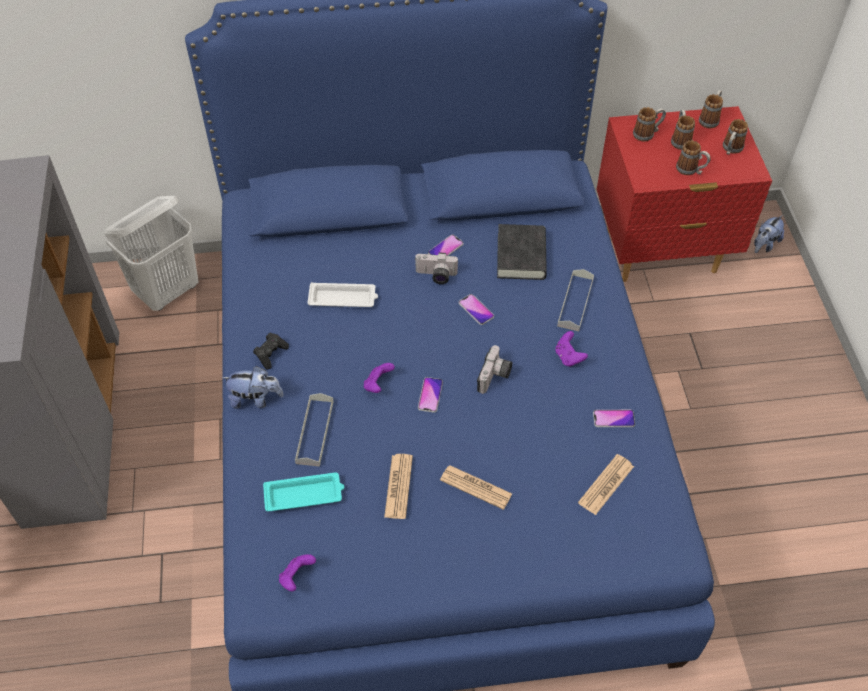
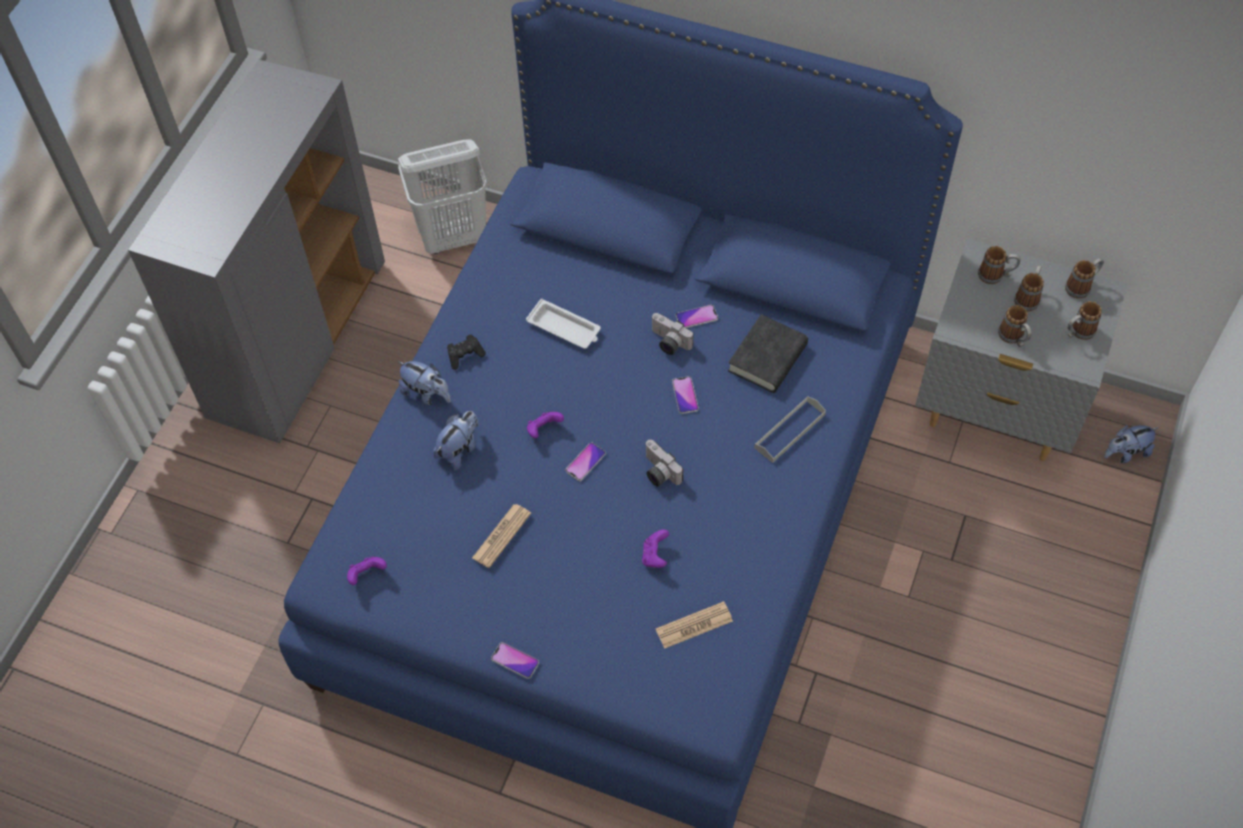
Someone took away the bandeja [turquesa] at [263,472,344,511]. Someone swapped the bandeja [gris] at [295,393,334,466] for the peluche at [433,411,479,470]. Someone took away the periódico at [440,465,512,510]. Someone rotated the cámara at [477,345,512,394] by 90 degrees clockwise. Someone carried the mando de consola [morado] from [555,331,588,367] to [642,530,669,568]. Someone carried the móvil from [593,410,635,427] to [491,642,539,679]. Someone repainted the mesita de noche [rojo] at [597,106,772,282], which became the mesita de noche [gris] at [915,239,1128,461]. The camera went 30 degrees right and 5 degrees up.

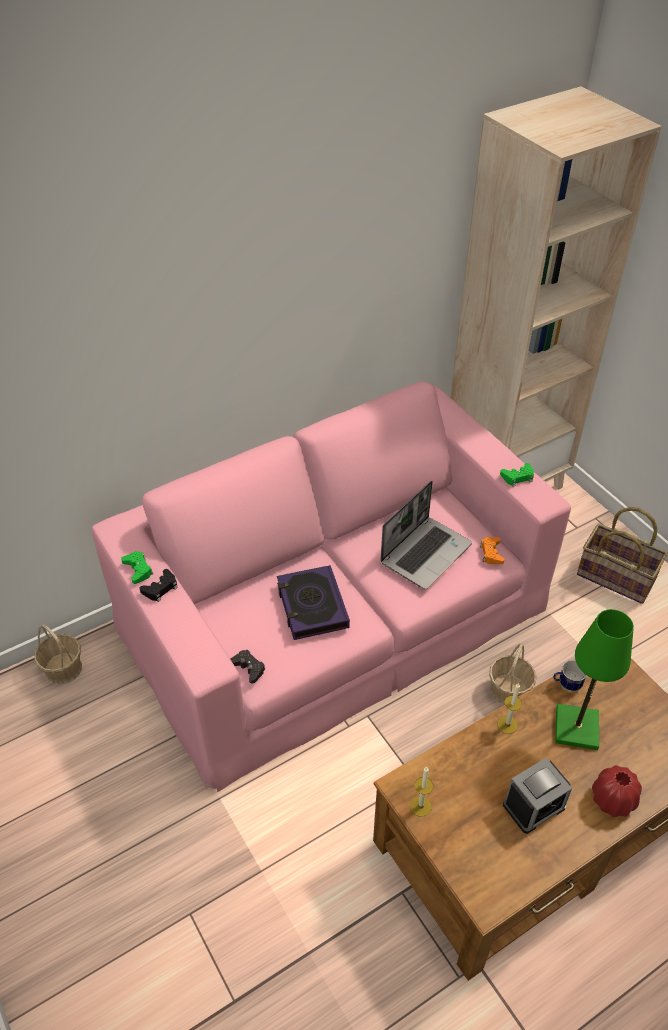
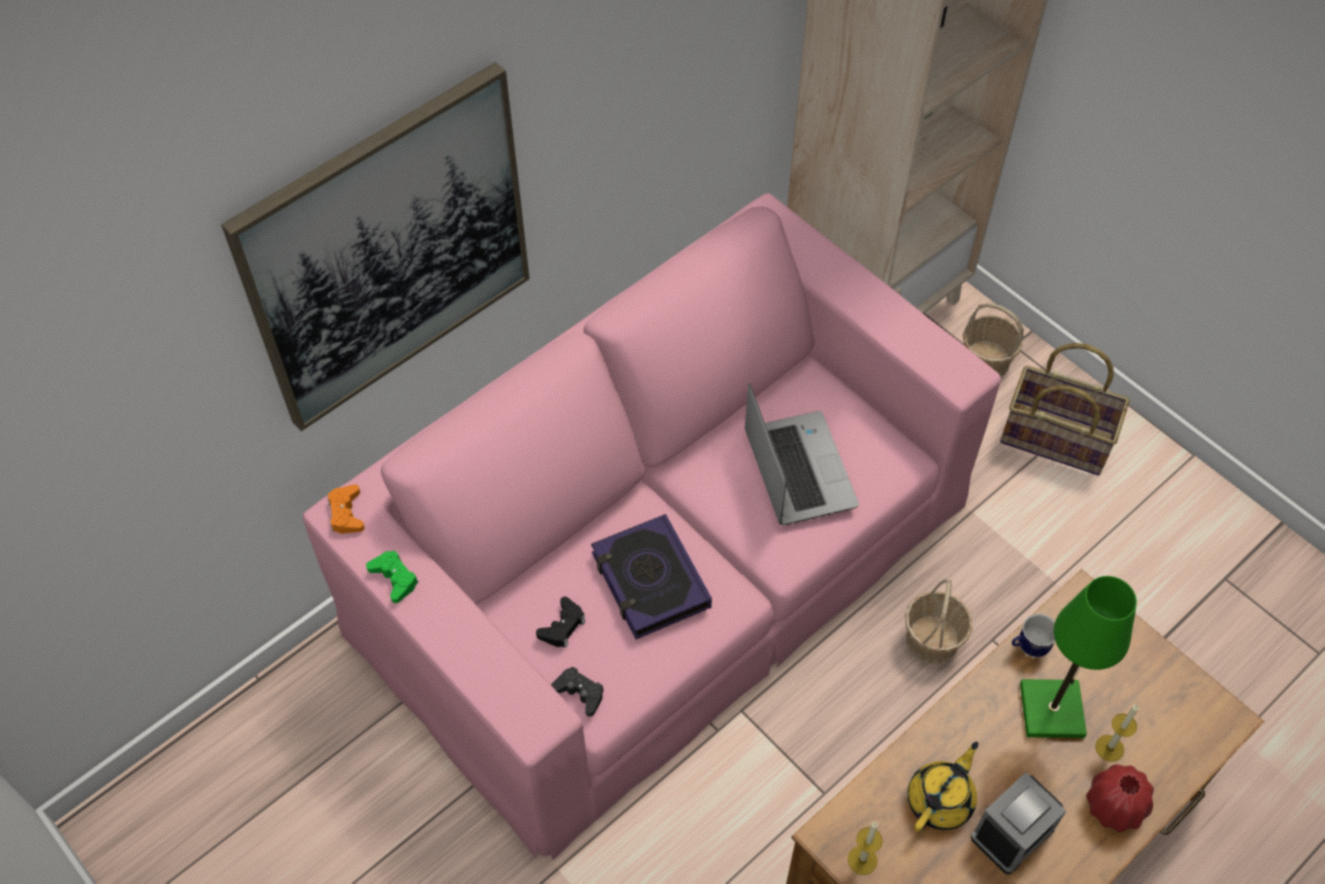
Someone carried the cesta from [34,625,82,685] to [963,303,1024,377]. Someone carried the mando de consola [negro] from [140,569,178,602] to [536,597,586,648]. Someone rotated the portátil at [380,481,472,590] by 45 degrees counterclockwise. Someone carried the mando de consola [naranja] from [480,537,505,564] to [327,484,365,534]. Someone carried the vela from [497,683,522,734] to [1095,705,1139,762]. Someone took away the mando de consola [verde] at [500,463,534,487]. Someone put up the cuadro at [221,62,530,431]. Someone put down the tetera [amarillo] at [907,742,978,832]. The camera went 10 degrees left and 10 degrees up.

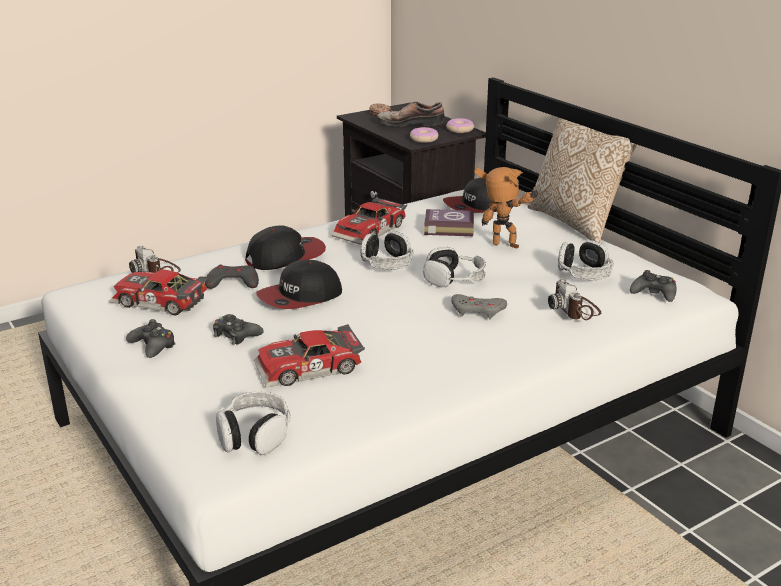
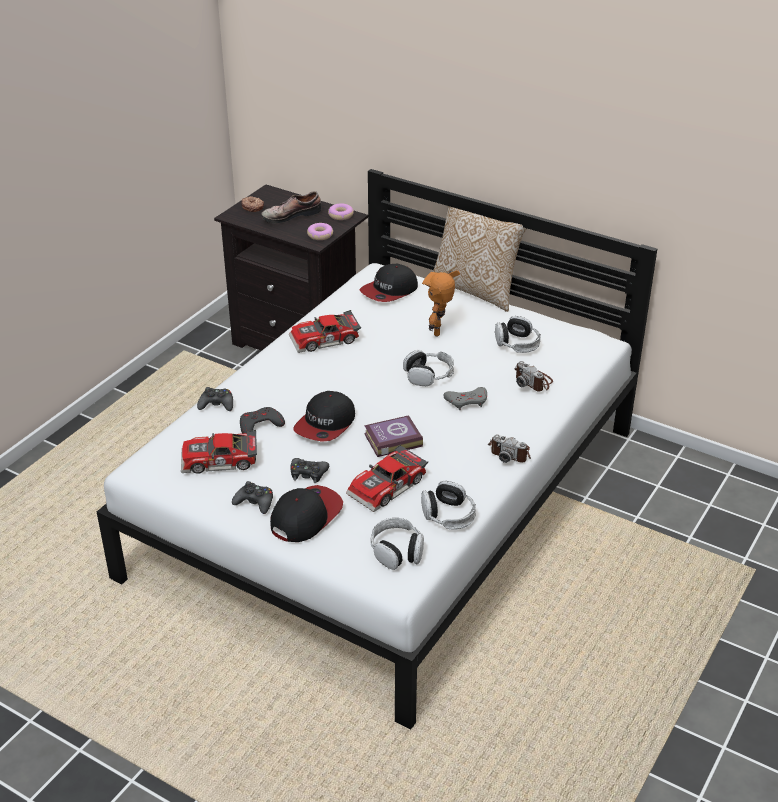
Someone carried the cámara from [129,246,181,273] to [488,435,531,463]. Someone carried the gorra from [245,225,326,270] to [270,485,343,542]. Someone rotated the coche de juguete at [332,197,407,245] by 60 degrees clockwise. Someone carried the auriculares from [361,231,413,270] to [421,481,476,530]. Someone carried the libro from [424,209,474,236] to [364,415,423,457]. Someone rotated the robot de juguete at [474,167,540,249] by 75 degrees counterclockwise. Someone carried the mando de consola [negro] from [630,270,676,302] to [197,387,233,411]. The camera went 25 degrees left and 10 degrees up.

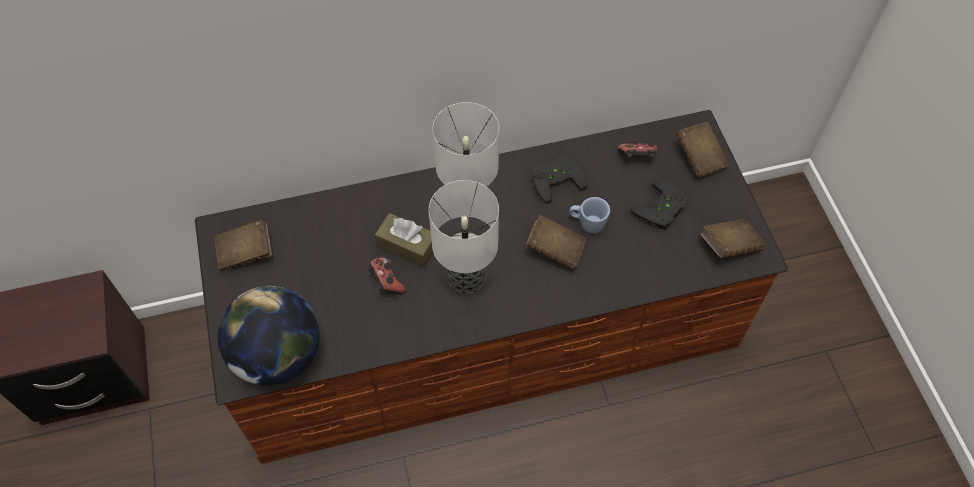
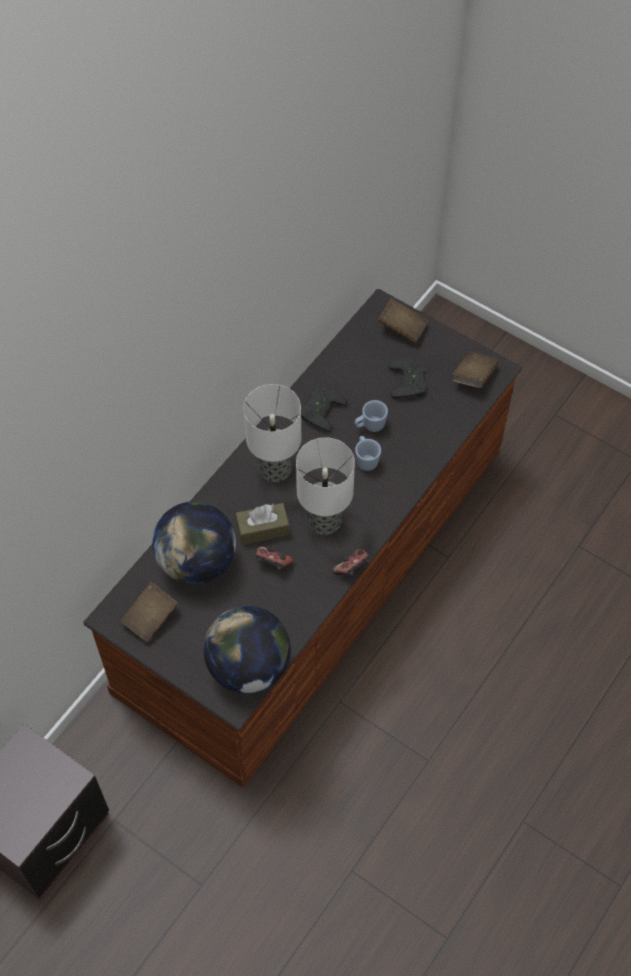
Someone swapped the libro [marrón] at [526,215,586,270] for the taza grande [azul] at [355,436,381,471]. Someone carried the mando de consola from [617,140,658,158] to [332,549,370,576]. Someone put down the globo terráqueo at [152,501,236,585]. The camera went 40 degrees left and 0 degrees up.

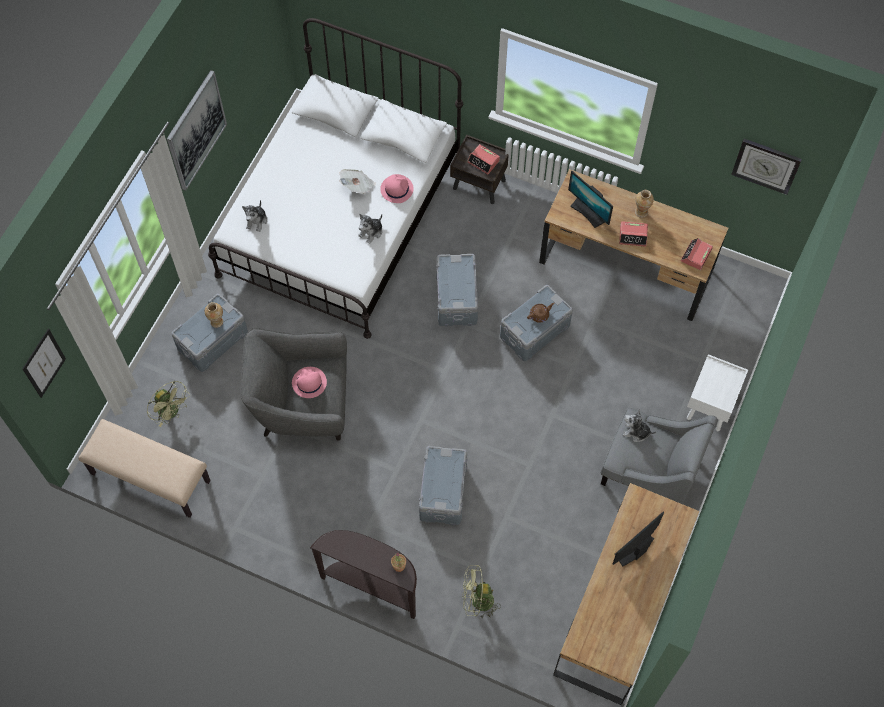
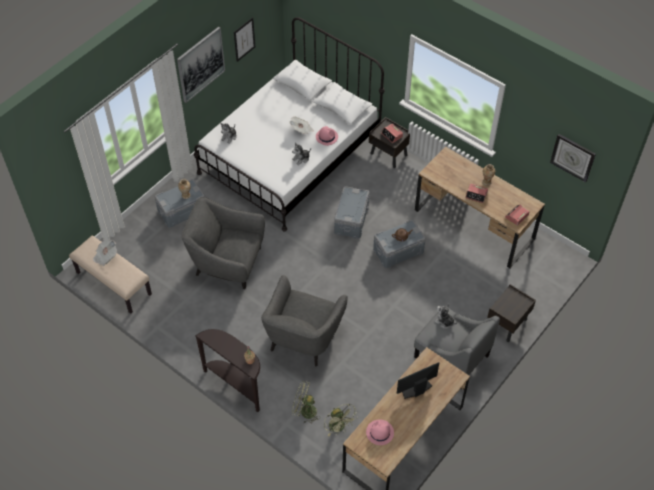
Someone carried the cuadro from [22,329,66,398] to [234,17,255,62]. Someone carried the ventilador [verde] from [147,381,191,427] to [324,404,358,436]. Someone carried the sombrero [rosa] from [292,367,327,398] to [366,420,394,445]. Someone swapped the caja de almacenaje [gris] at [419,446,468,525] for the sillón [gris] at [261,275,347,366]. Someone took away the monitor at [568,171,613,228]. Someone repainted the mesita de noche [blanco] at [687,354,748,431], which became the mesita de noche [marrón] at [488,284,536,342]. Someone put down the periódico at [93,239,117,266]. The camera went 15 degrees right and 10 degrees down.

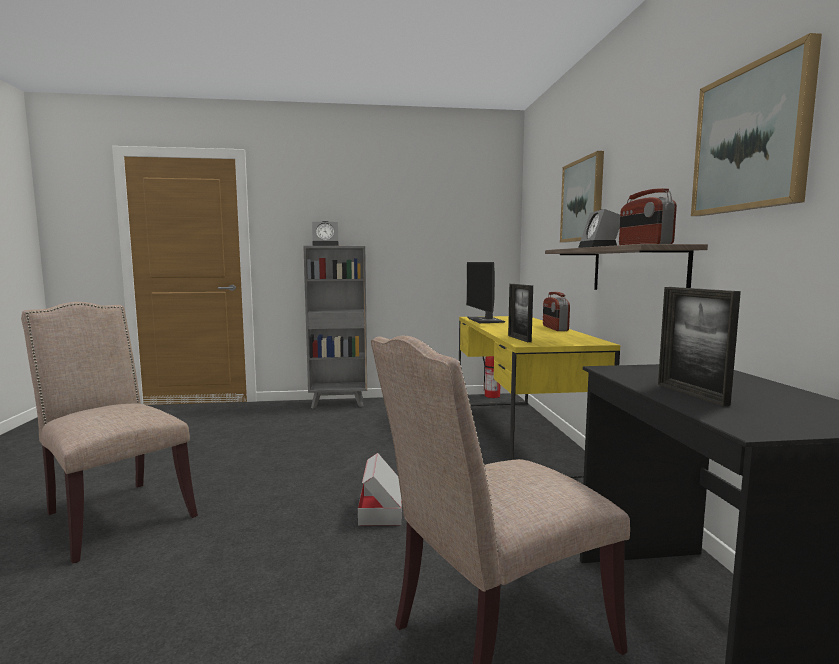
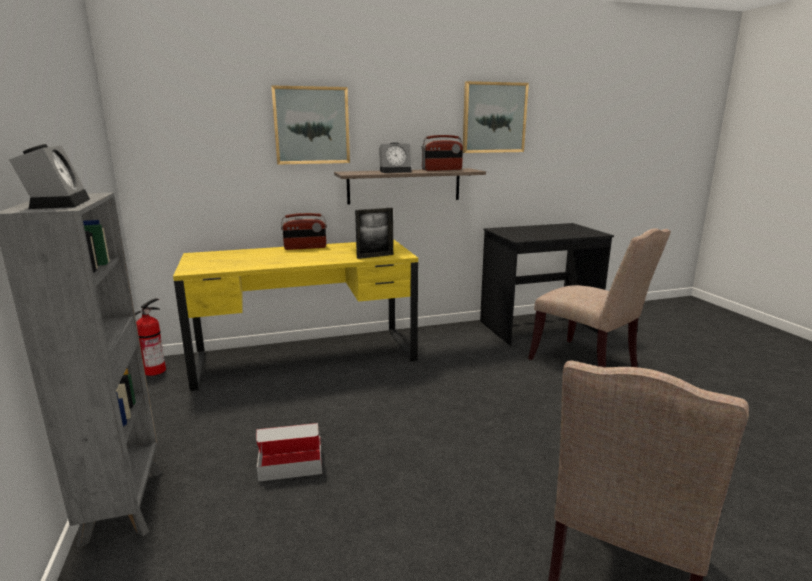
Someone carried the caja de cartón from [358,453,402,525] to [256,423,322,482]. Someone took away the monitor at [466,262,505,323]. Someone took away the portarretratos at [658,287,741,406]. The camera went 100 degrees left and 10 degrees up.

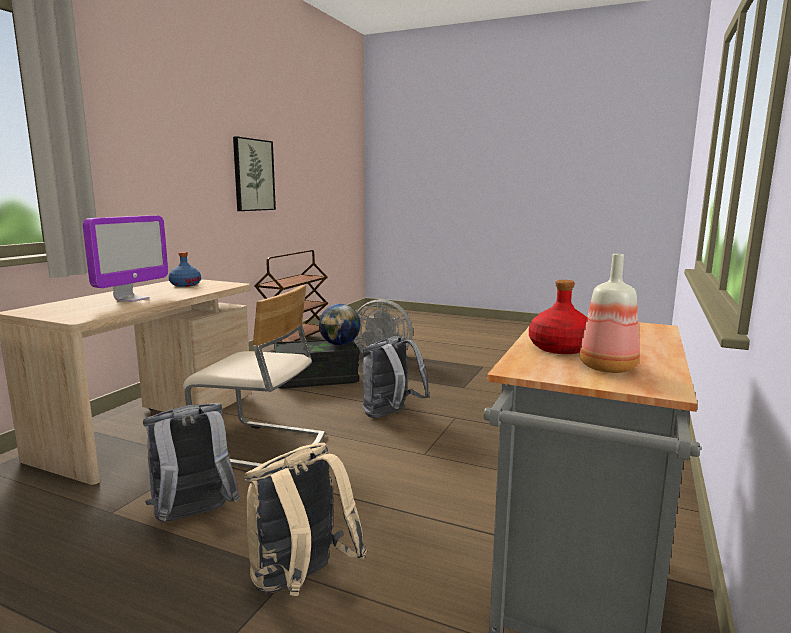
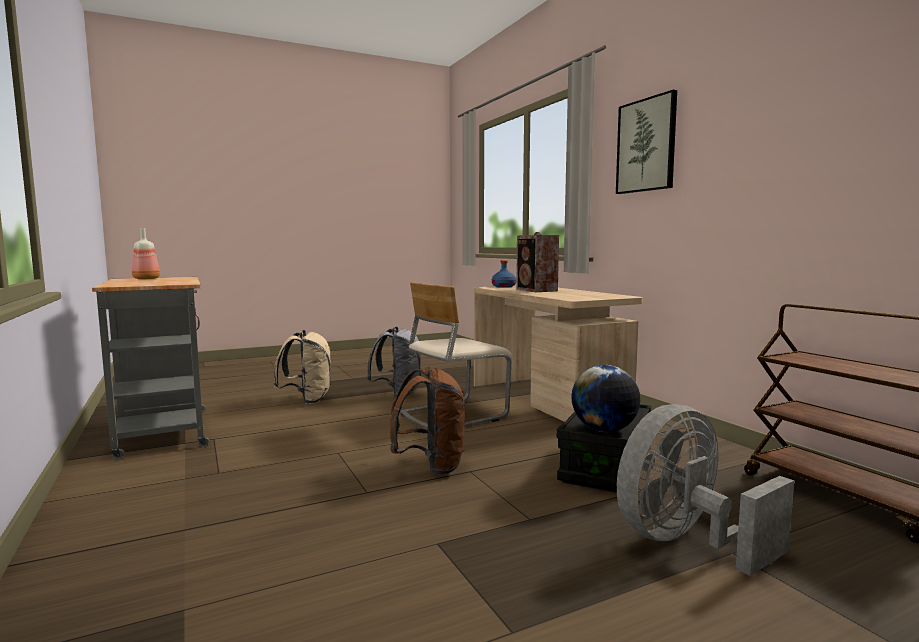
Someone swapped the monitor at [83,215,168,302] for the altavoz at [516,232,559,292]. Someone carried the botella [azul] from [168,252,201,287] to [492,260,516,288]. Someone carried the cuadro from [233,136,276,211] to [616,90,677,194]. Someone repainted the mochila [gris] at [362,336,430,418], which became the mochila [marrón] at [390,366,465,475]. Someone took away the botella [rojo] at [529,280,587,354]. The camera went 130 degrees right and 5 degrees down.

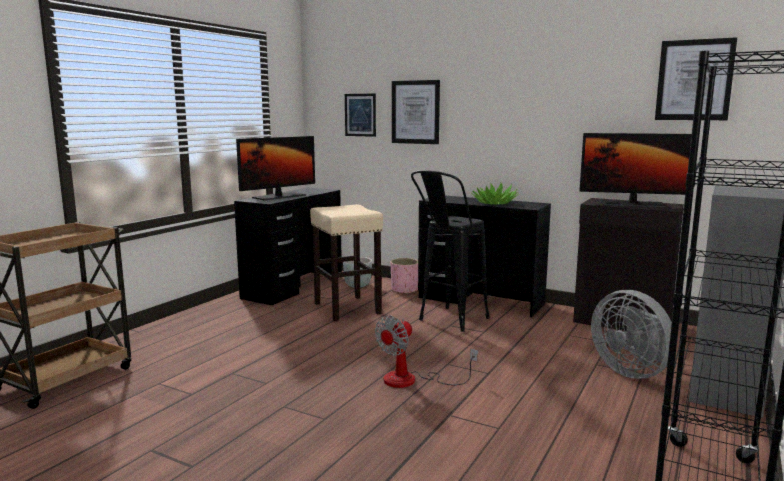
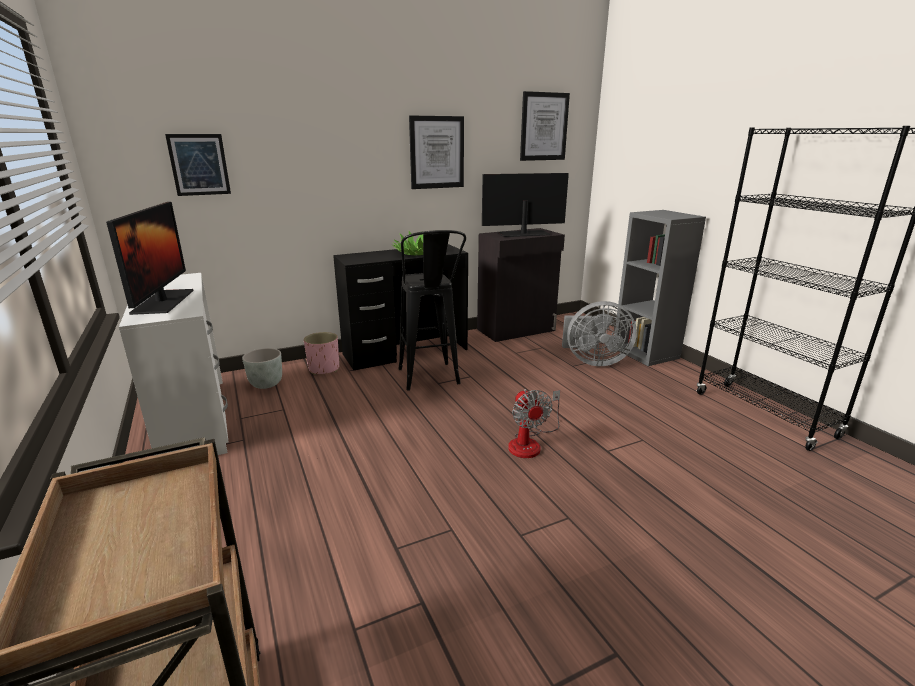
Someone repainted the escritorio [negro] at [234,188,342,305], which became the escritorio [blanco] at [119,273,228,456]. Someone took away the taburete [beis] at [310,205,383,321]. Someone carried the cuadro from [392,80,440,144] to [409,115,464,189]. Someone rotated the monitor at [579,133,692,208] by 150 degrees counterclockwise. The camera went 55 degrees left and 10 degrees up.

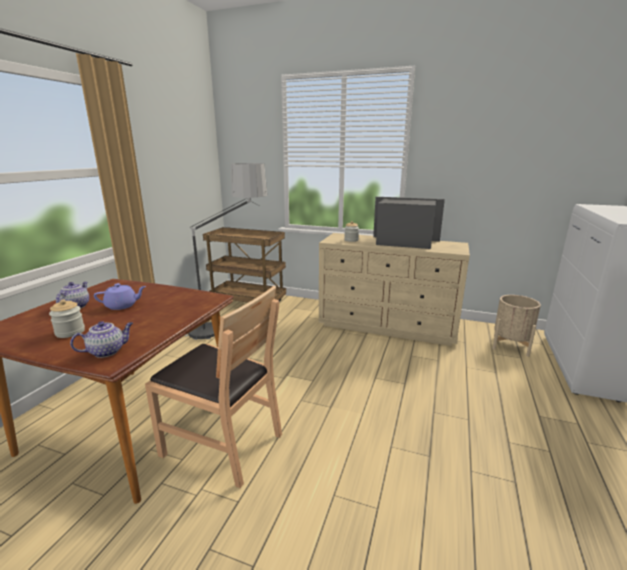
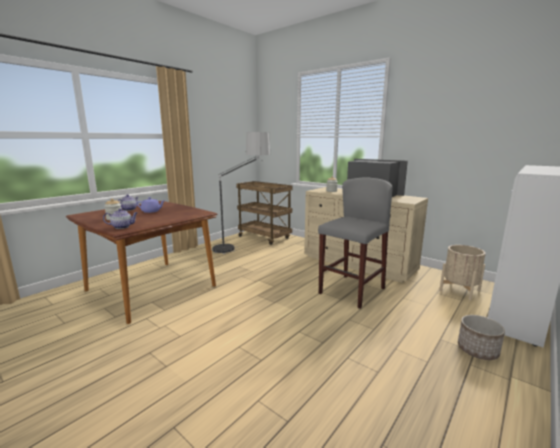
Someone took away the silla [marrón] at [145,286,282,488]. Someone put down the taburete [gris] at [318,177,393,309]. Someone put down the maceta at [458,315,505,360]. The camera went 20 degrees right and 5 degrees down.

